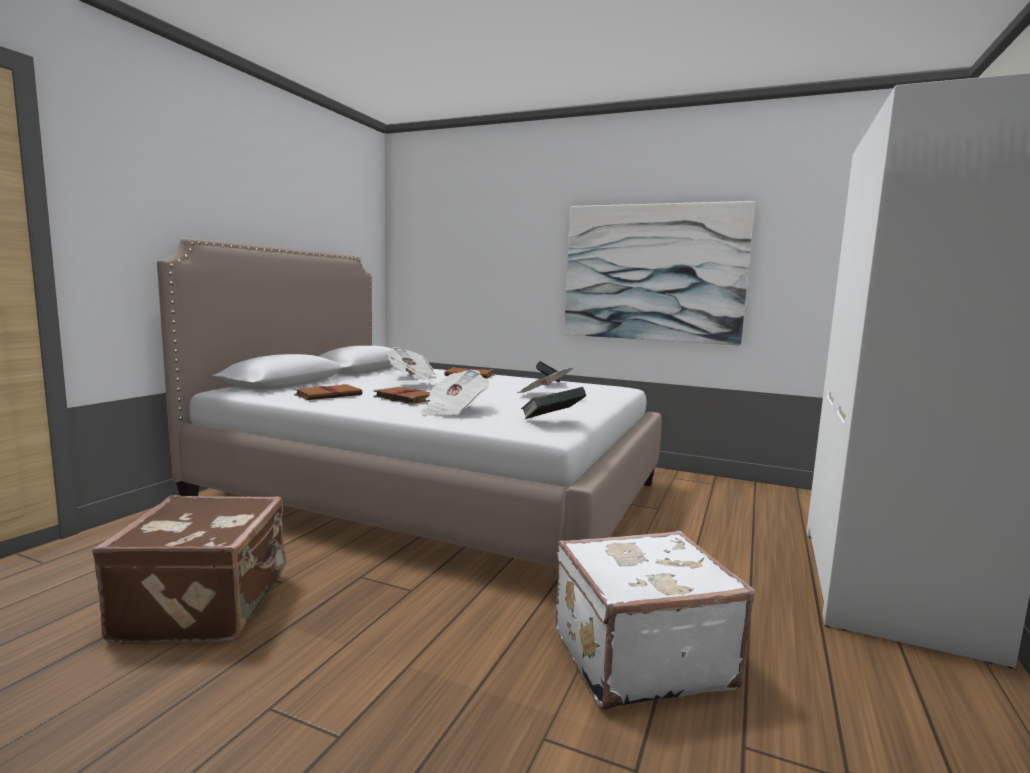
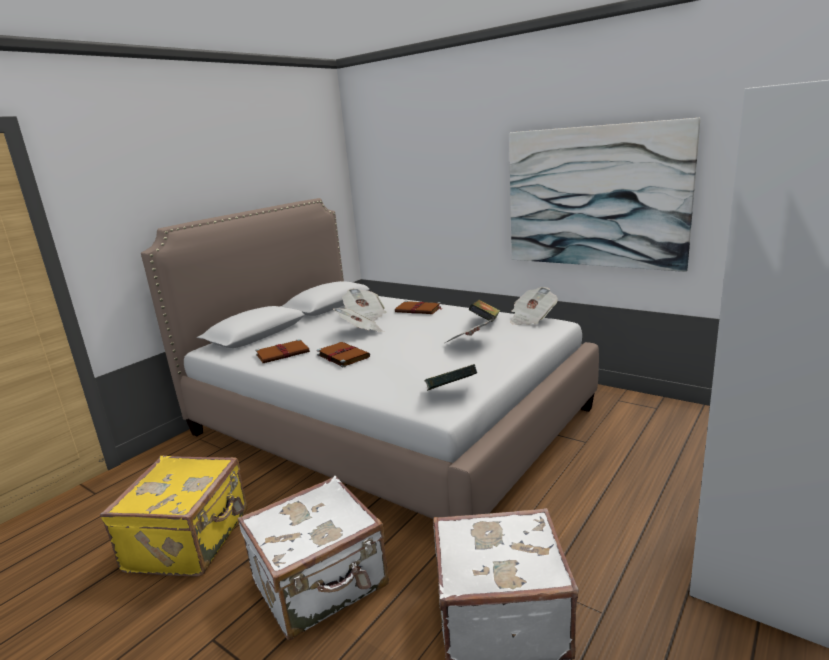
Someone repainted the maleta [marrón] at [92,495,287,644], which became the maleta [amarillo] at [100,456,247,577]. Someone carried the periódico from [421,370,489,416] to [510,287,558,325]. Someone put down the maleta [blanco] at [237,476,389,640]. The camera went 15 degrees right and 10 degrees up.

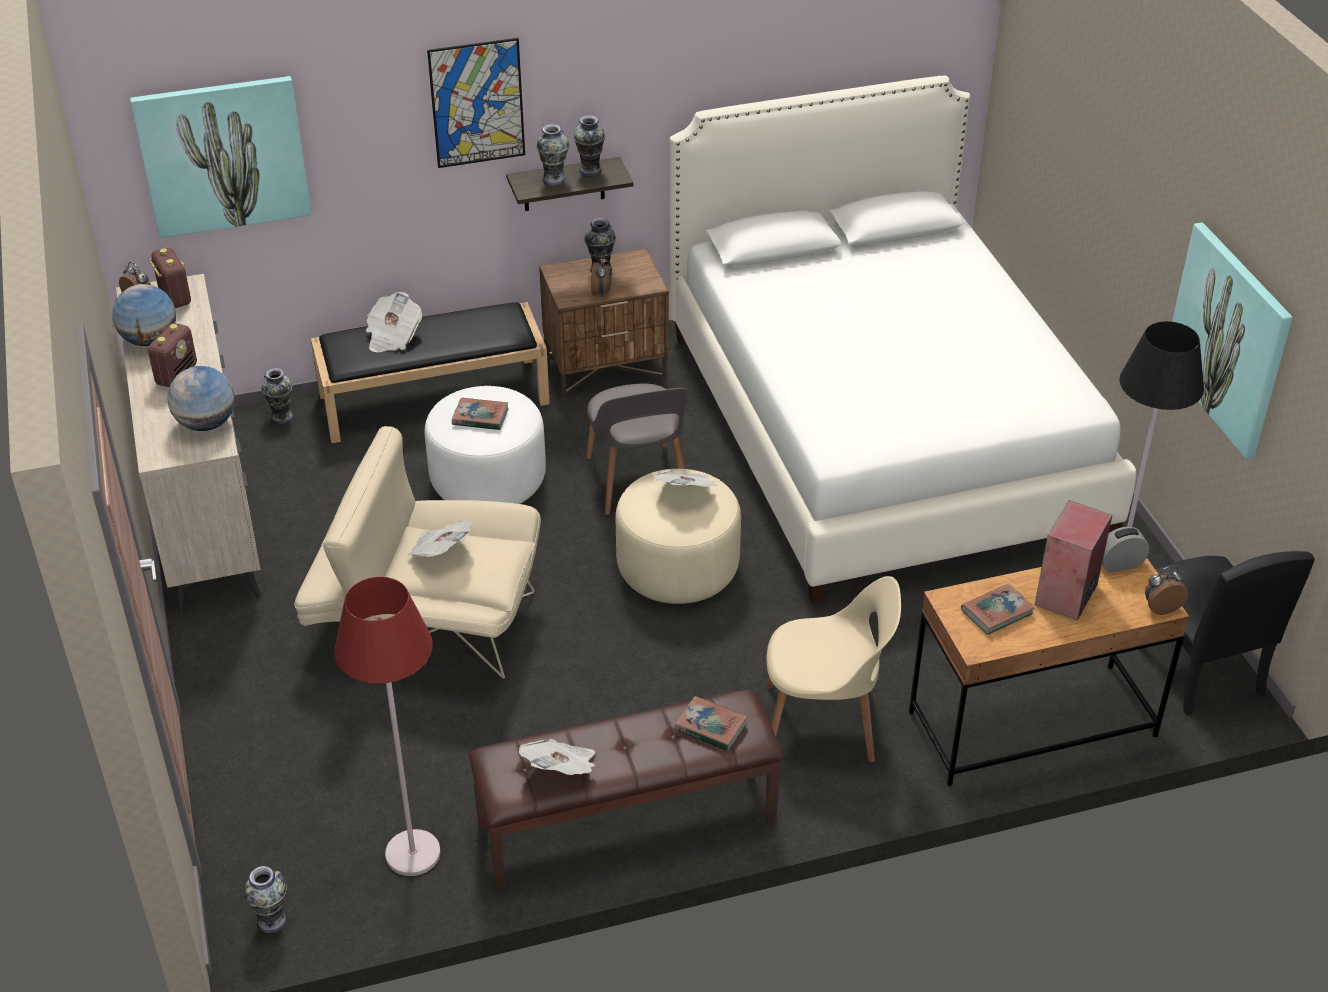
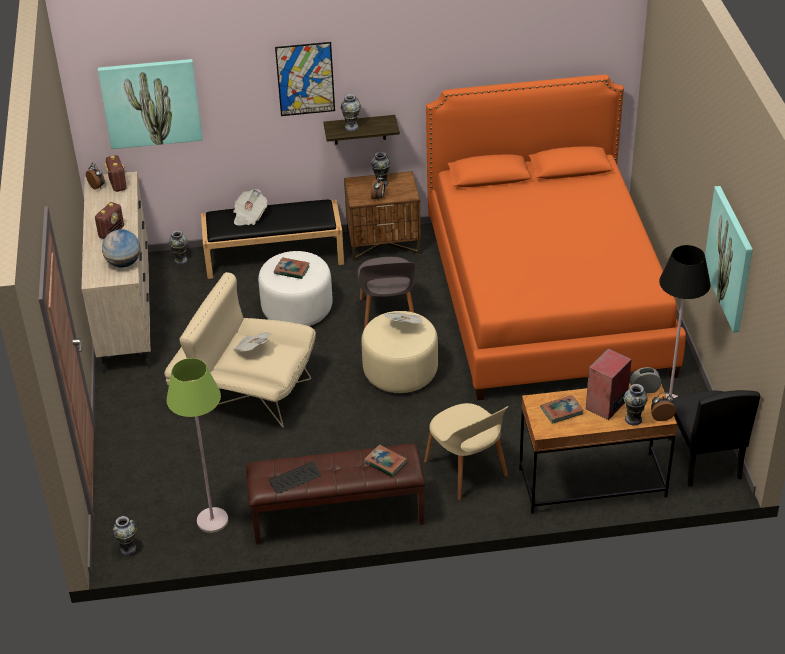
Someone took away the globo terráqueo at [112,284,176,346]. Someone repainted the lámpara de pie [rojo] at [334,577,440,876], which became the lámpara de pie [verde] at [167,358,228,533]. Someone swapped the periódico at [519,739,595,775] for the teclado at [269,462,321,494]. Someone carried the florero from [573,116,605,177] to [624,384,648,426]. Someone repainted the cama [blanco] at [670,76,1136,604], which became the cama [naranja] at [426,75,686,400]. Someone rotated the silla [beis] at [766,576,901,763] by 45 degrees clockwise. The camera went 10 degrees right and 0 degrees up.

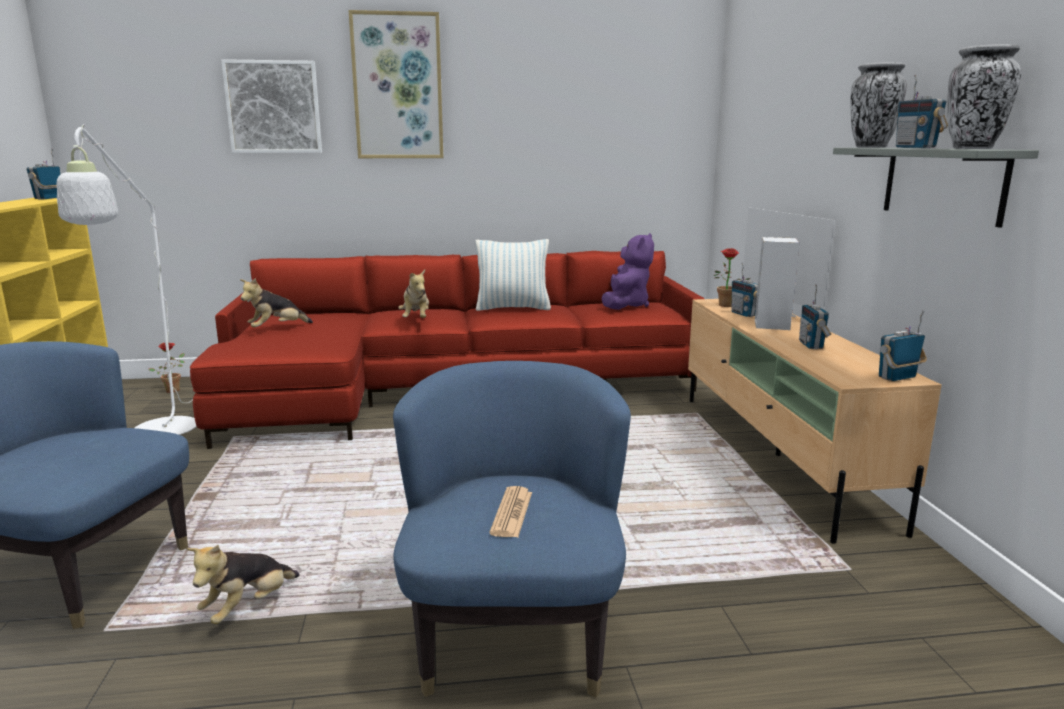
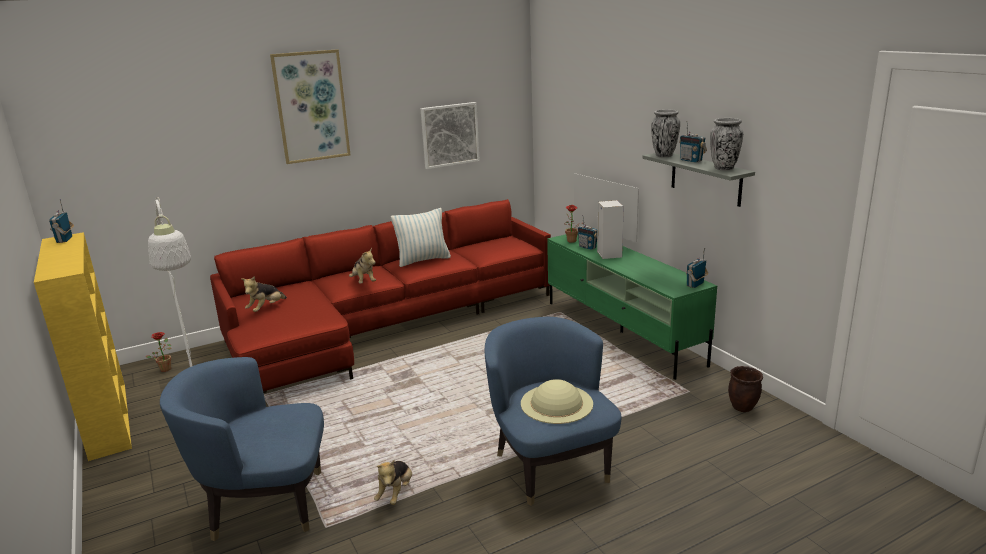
Someone carried the cuadro from [221,59,322,153] to [421,102,480,169]. Someone swapped the periódico at [489,486,532,537] for the sombrero [beis] at [521,379,593,424]. Someone took away the peluche [morado] at [602,233,654,310]. Someone repainted the mueble de televisión [beis] at [688,299,942,544], which became the mueble de televisión [verde] at [547,234,717,380]. Someone took away the radio at [799,285,831,349]. Someone put down the maceta [marrón] at [728,366,763,412]. The camera went 20 degrees left and 5 degrees up.

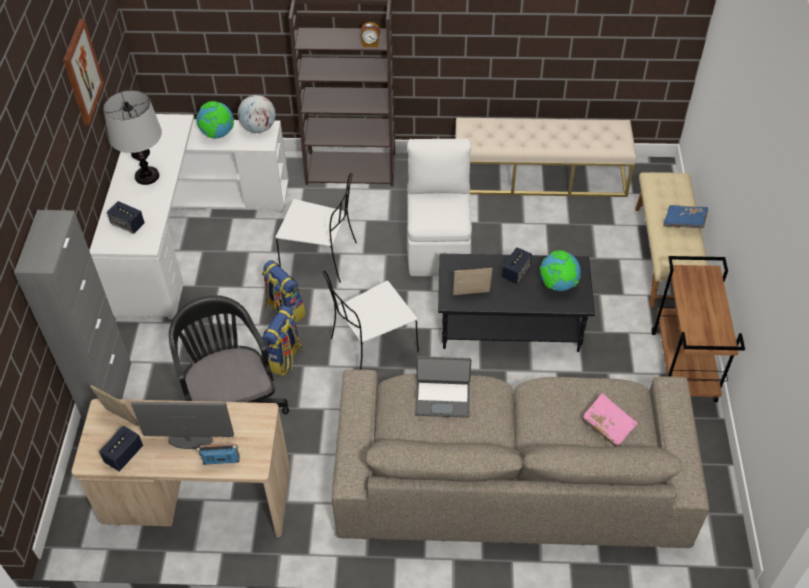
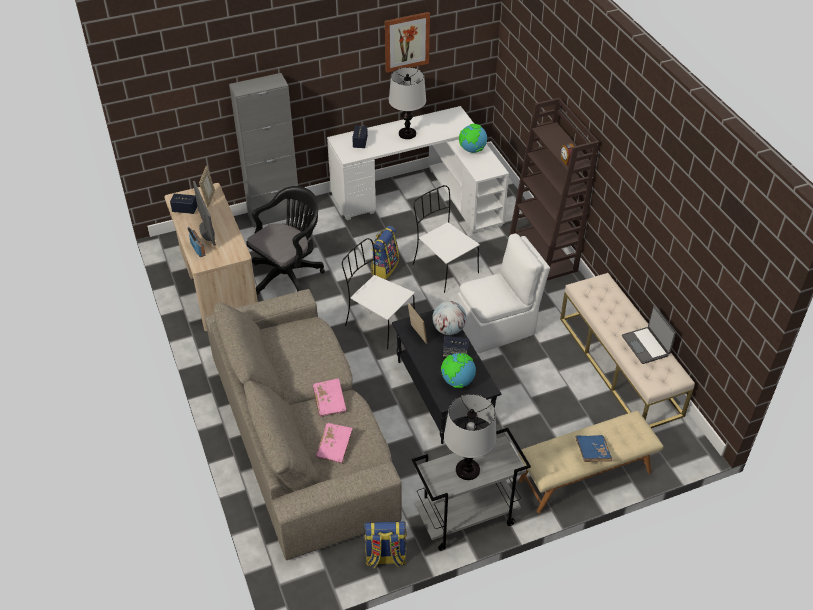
Someone carried the globo terráqueo from [238,95,276,133] to [432,301,466,335]. Someone carried the mochila from [262,306,303,376] to [364,521,407,568]. Someone rotated the silla [blanco] at [276,173,357,283] by 150 degrees clockwise. Someone carried the portátil from [415,356,471,418] to [622,306,676,364]. Someone repainted the carrito [marrón] at [652,256,745,402], which became the carrito [gris] at [412,428,531,551]. Someone put down the libro [rosa] at [312,378,347,417]. Someone put down the lámpara de mesa at [444,394,497,480]. The camera went 65 degrees right and 5 degrees down.

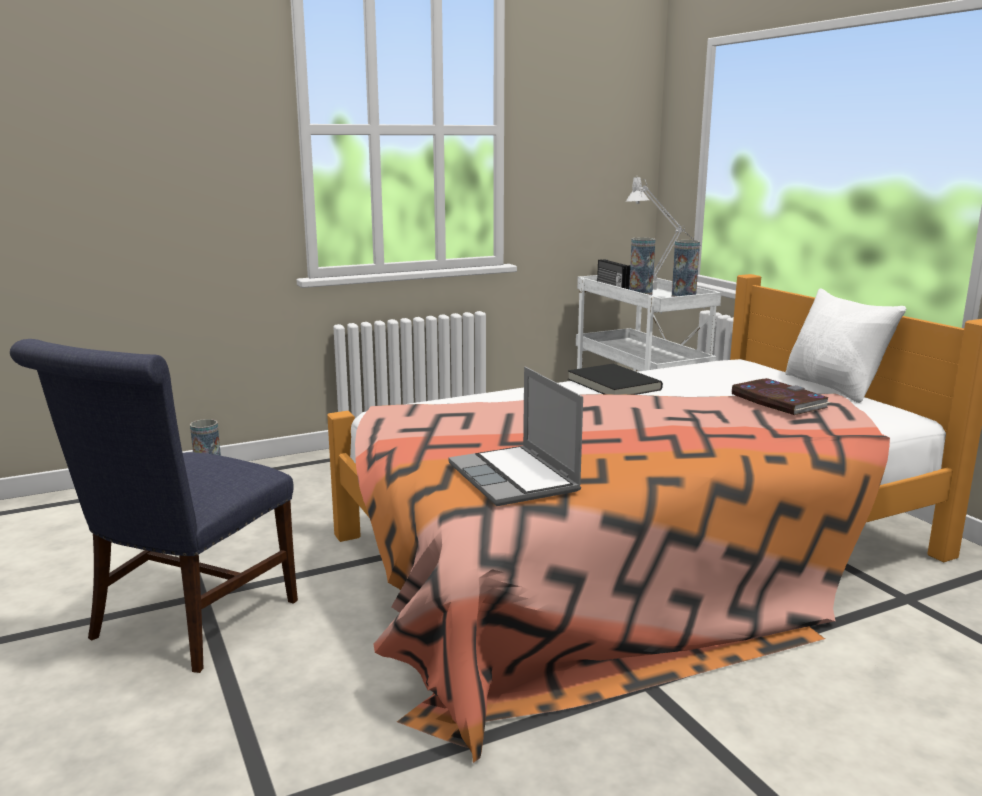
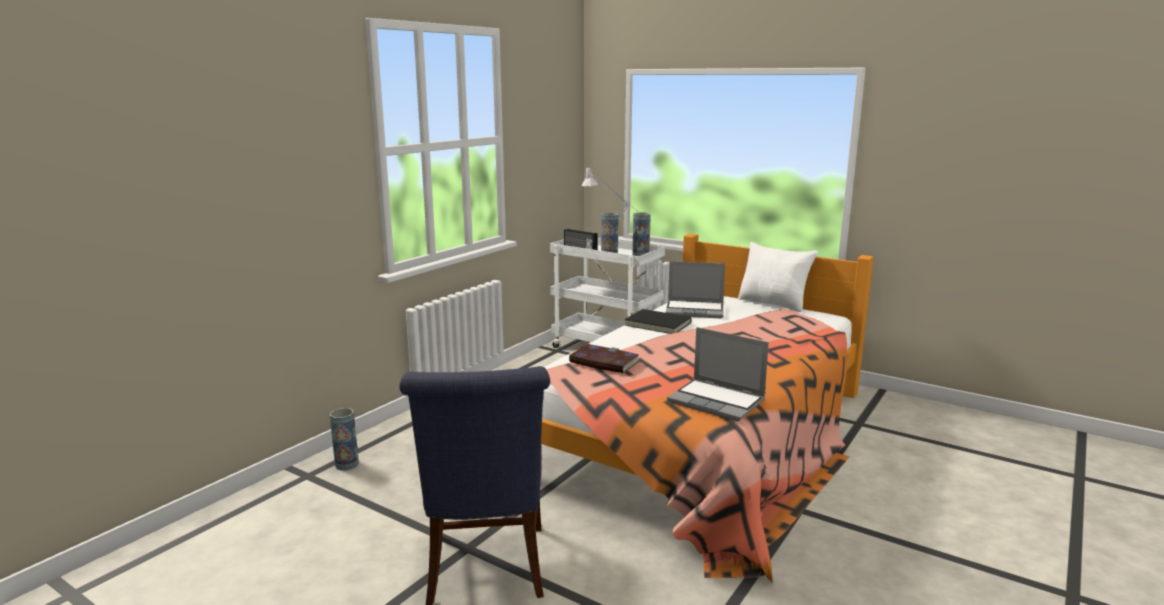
Someone carried the libro from [731,378,831,415] to [569,344,641,373]. Someone put down the portátil at [666,261,725,319]. The camera went 30 degrees left and 0 degrees up.

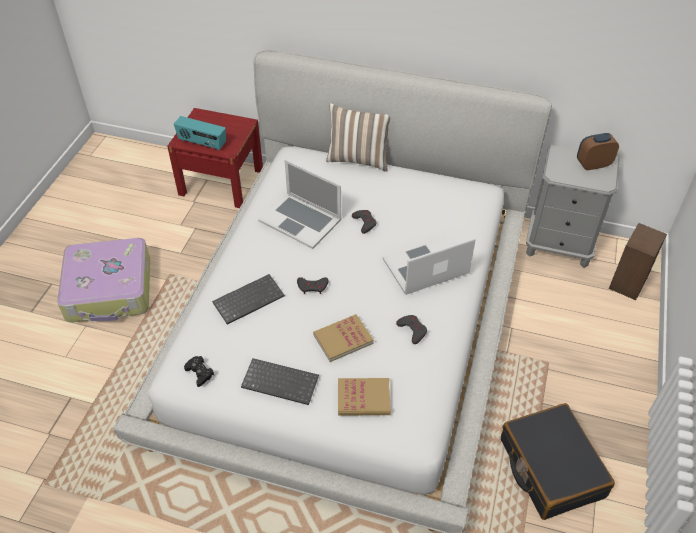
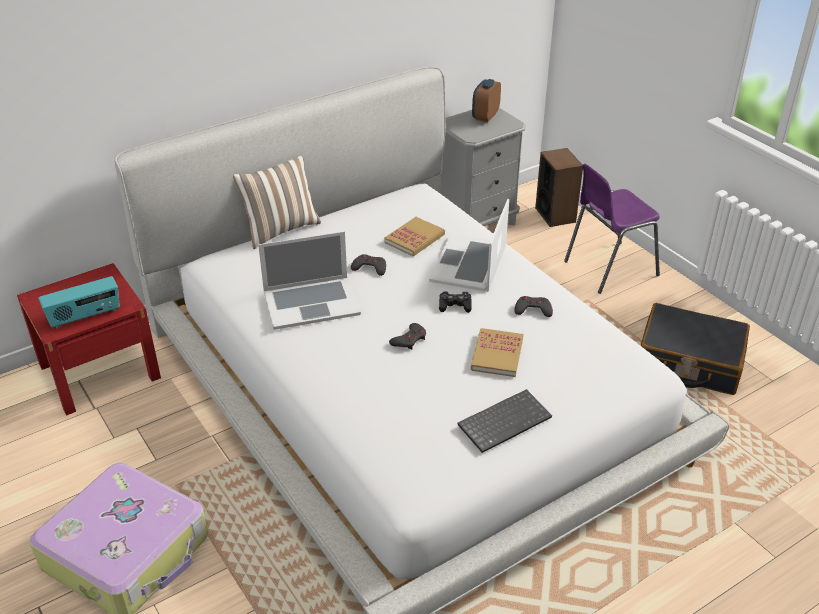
Someone carried the mando de consola [negro] from [184,356,214,387] to [439,291,472,313]. Someone took away the teclado at [212,274,285,324]. Someone carried the libro from [338,378,391,416] to [384,217,445,256]. Someone put down the silla [morado] at [564,164,660,294]. The camera went 50 degrees left and 10 degrees down.

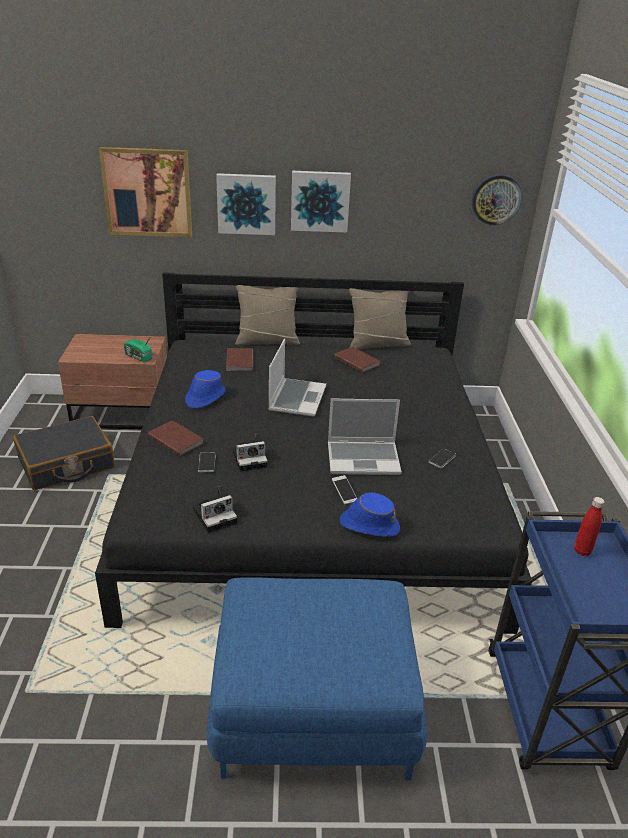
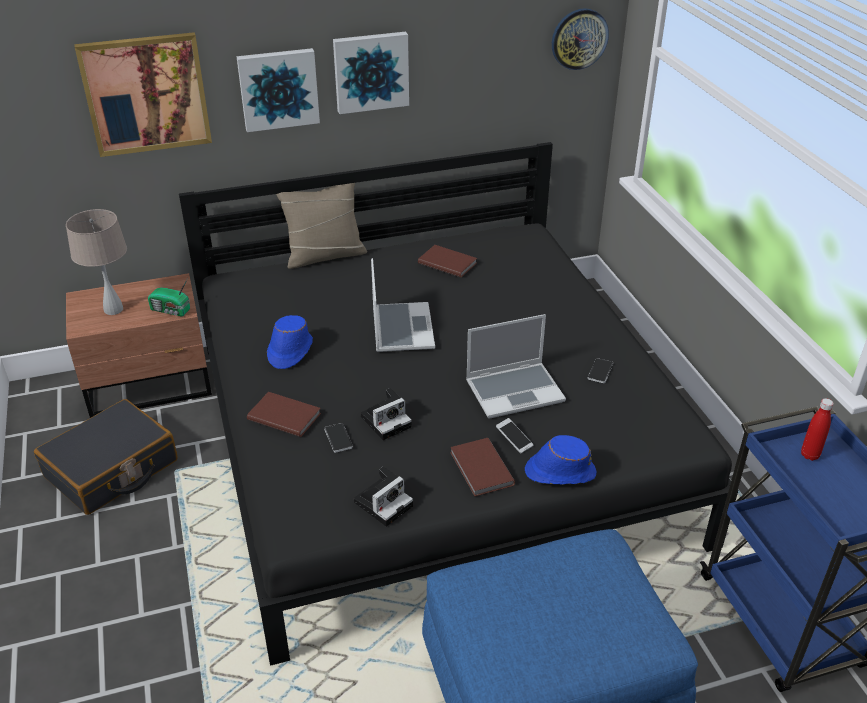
Someone carried the libro [marrón] from [226,348,253,371] to [450,438,515,496]. Someone took away the cojín [beis] at [349,288,411,350]. Someone put down the lámpara de mesa [beis] at [66,209,127,315]. The camera went 15 degrees left and 5 degrees up.

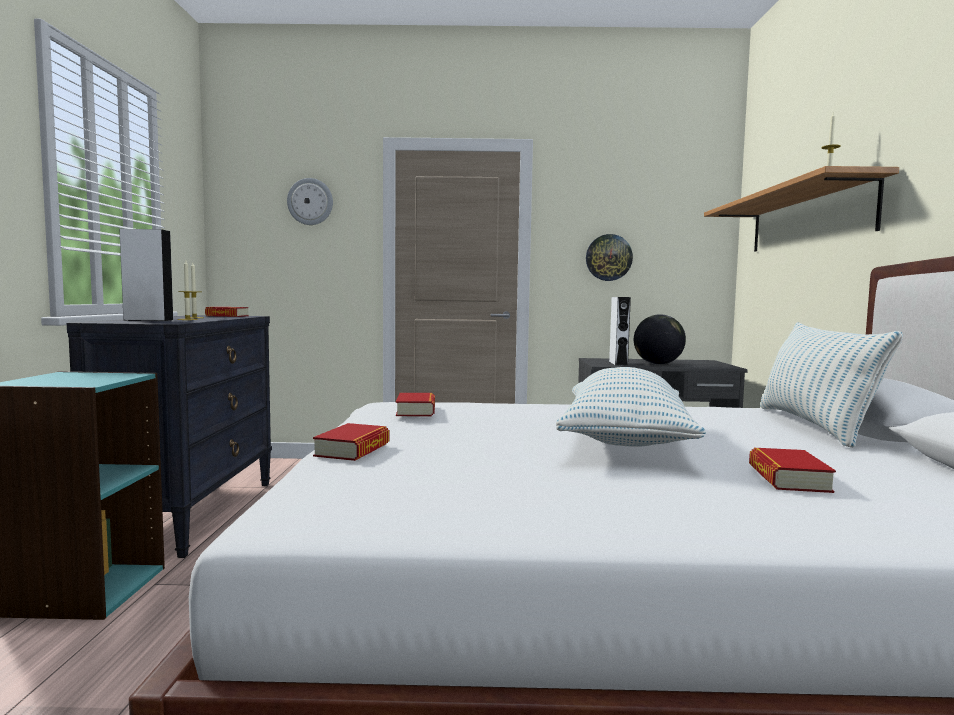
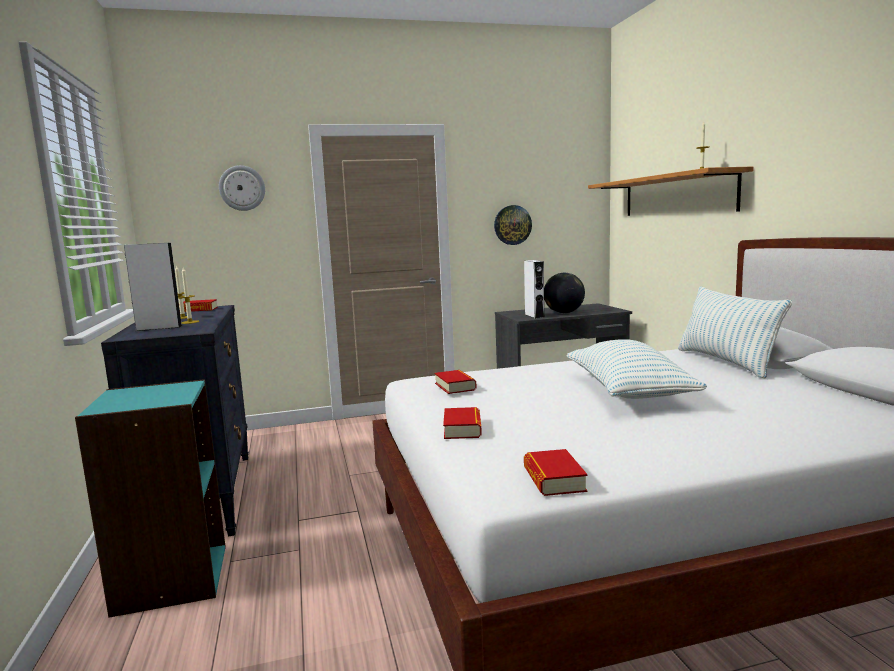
Someone carried the libro from [749,448,836,493] to [524,449,587,496]. The camera went 15 degrees left and 5 degrees up.

